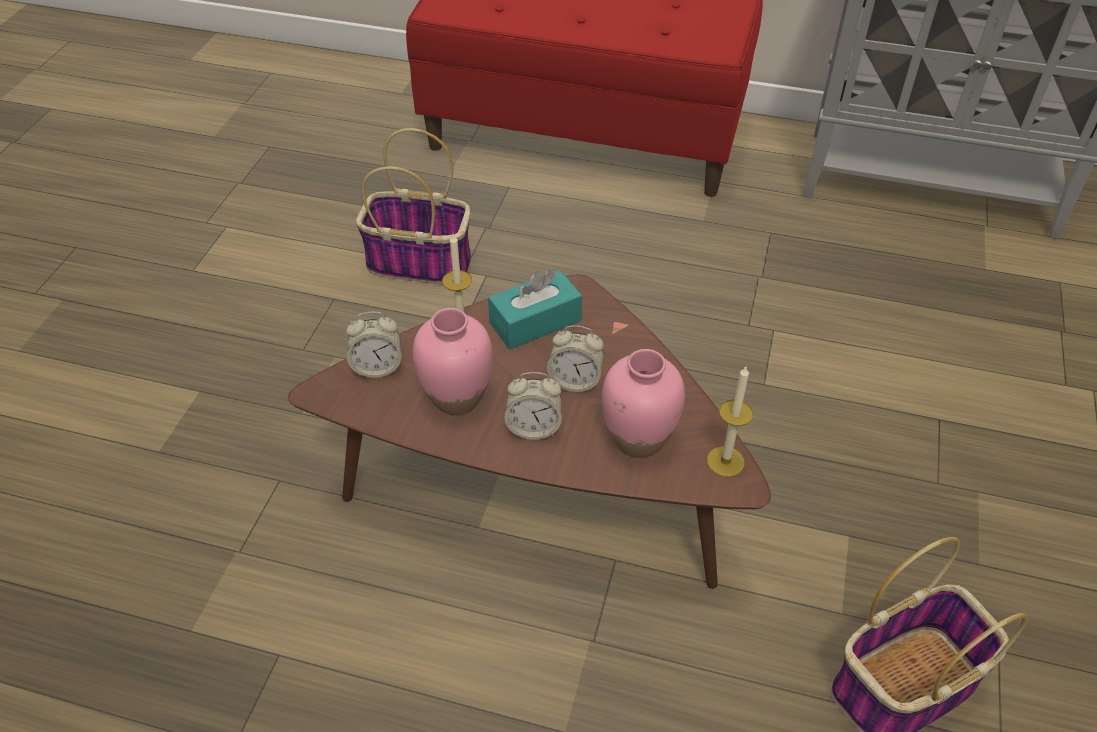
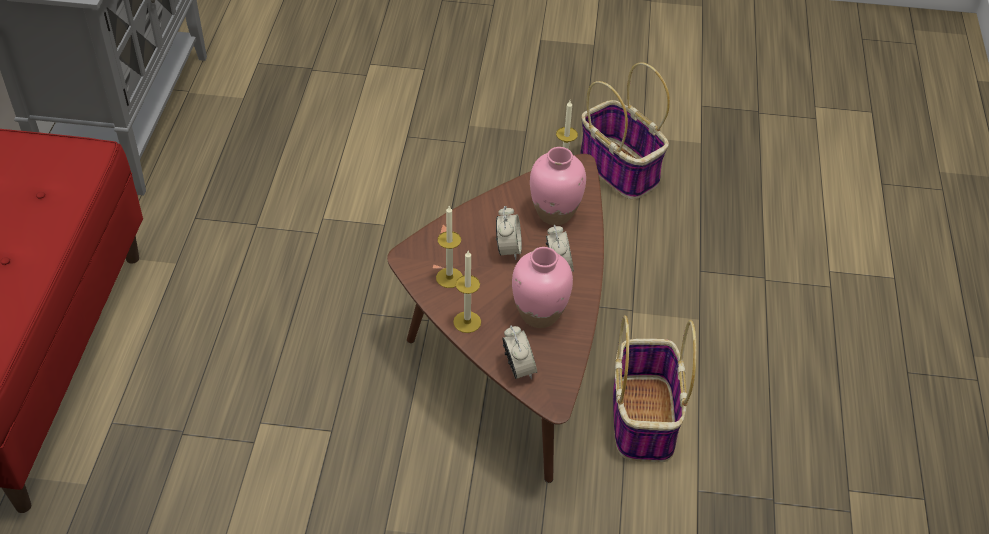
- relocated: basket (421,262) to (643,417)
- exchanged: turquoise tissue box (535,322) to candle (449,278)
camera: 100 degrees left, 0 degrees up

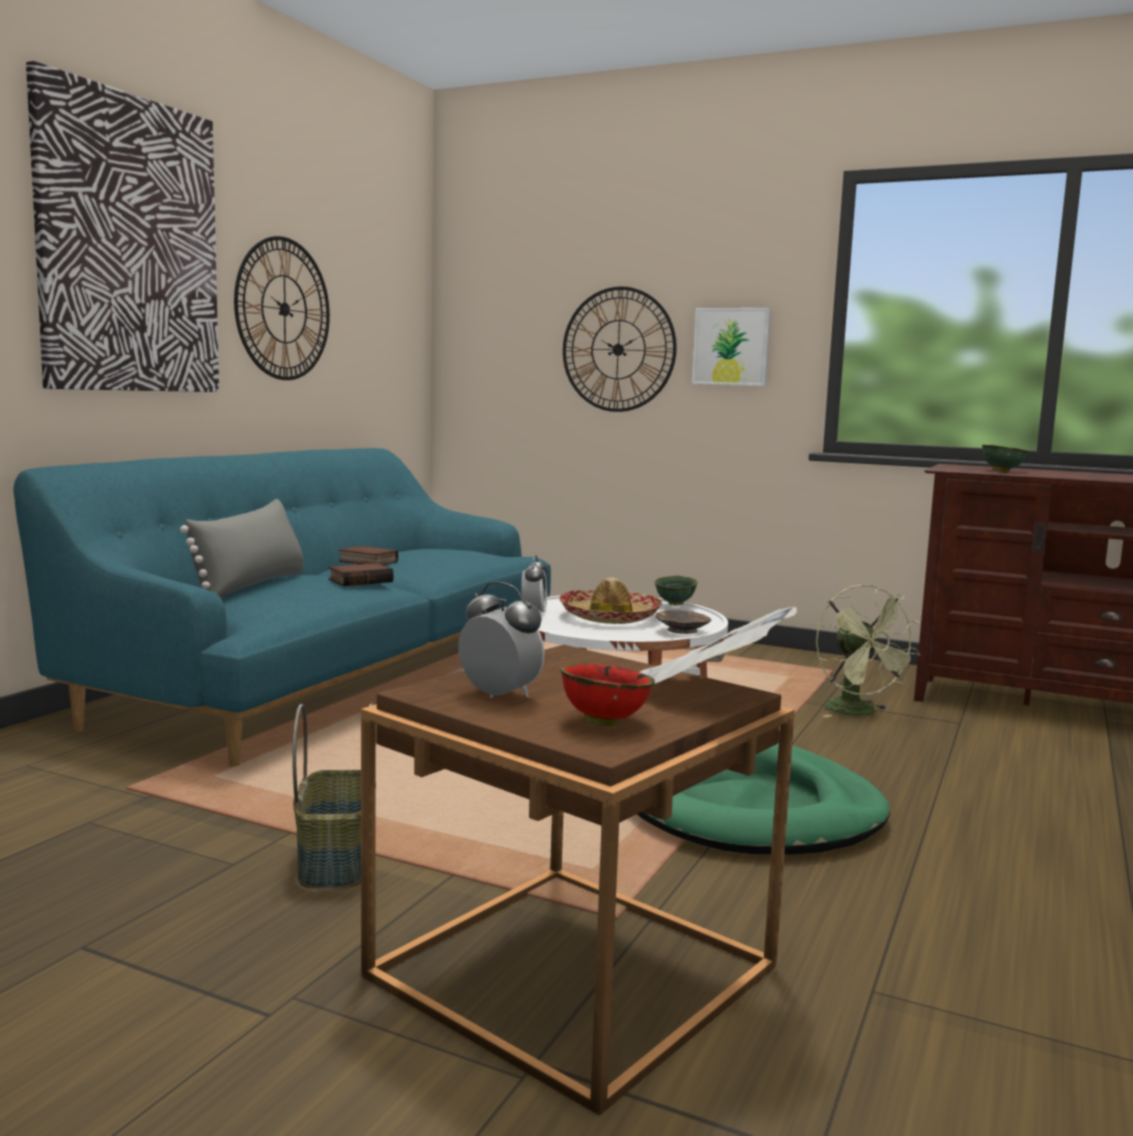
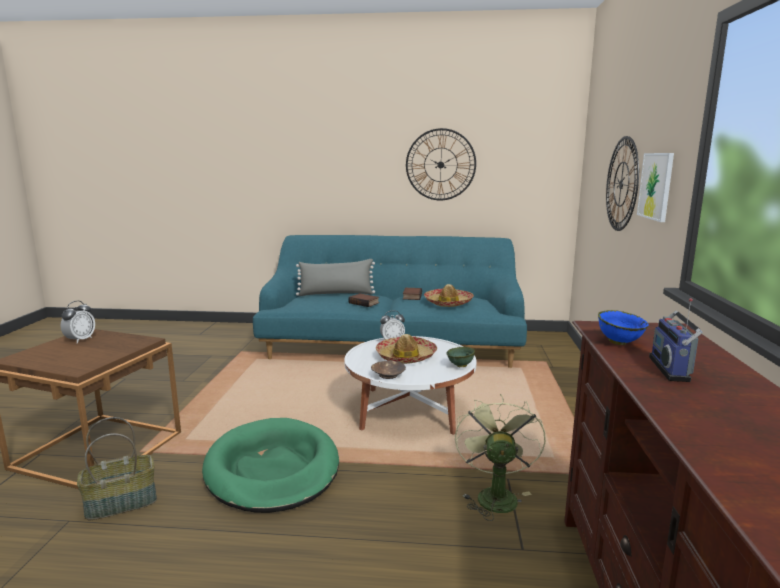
- missing: picture (129,245)
- relocated: basket (334,860) to (122,503)
- missing: red bowl (602,722)
- missing: newspaper (705,691)
- spun: green fan (858,713) = (494,495) 135 degrees clockwise
- colour: green bowl (1001,471) to blue bowl (619,342)
- appeared: hat (448,303)
- appeared: radio (672,369)
camera: 70 degrees right, 5 degrees up

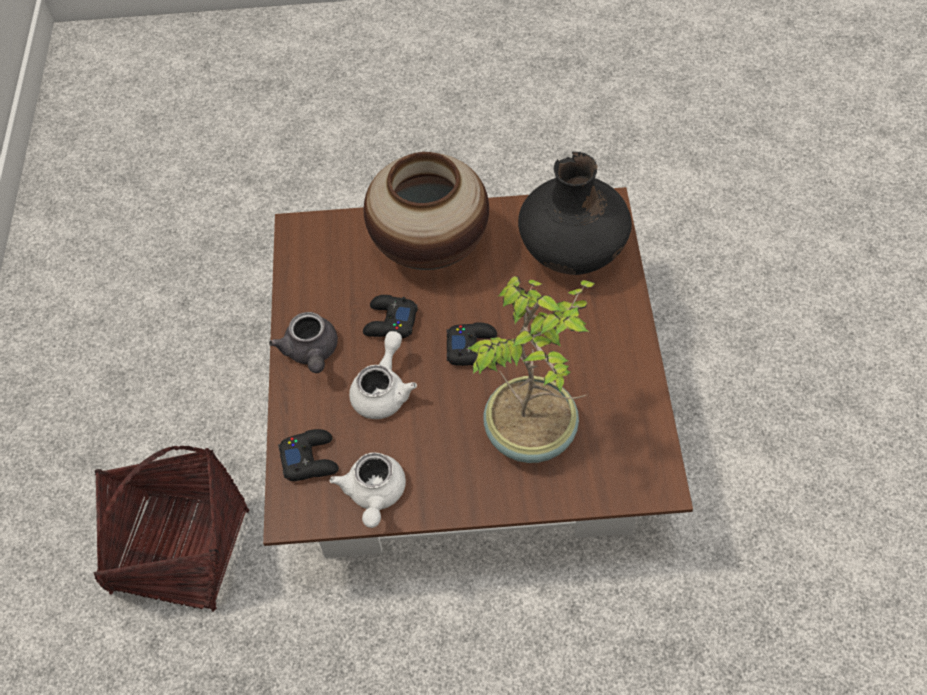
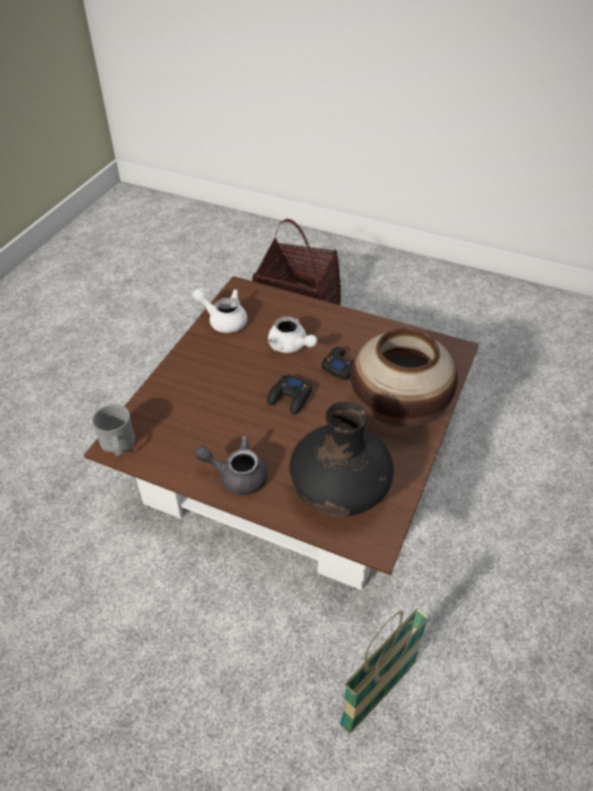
- relocated: grey teapot (311,353) to (236,476)
- missing: black game controller (310,459)
- missing: potted plant (532,434)
- appeared: grey mug (118,445)
- appeared: basket (377,695)
camera: 115 degrees right, 10 degrees down

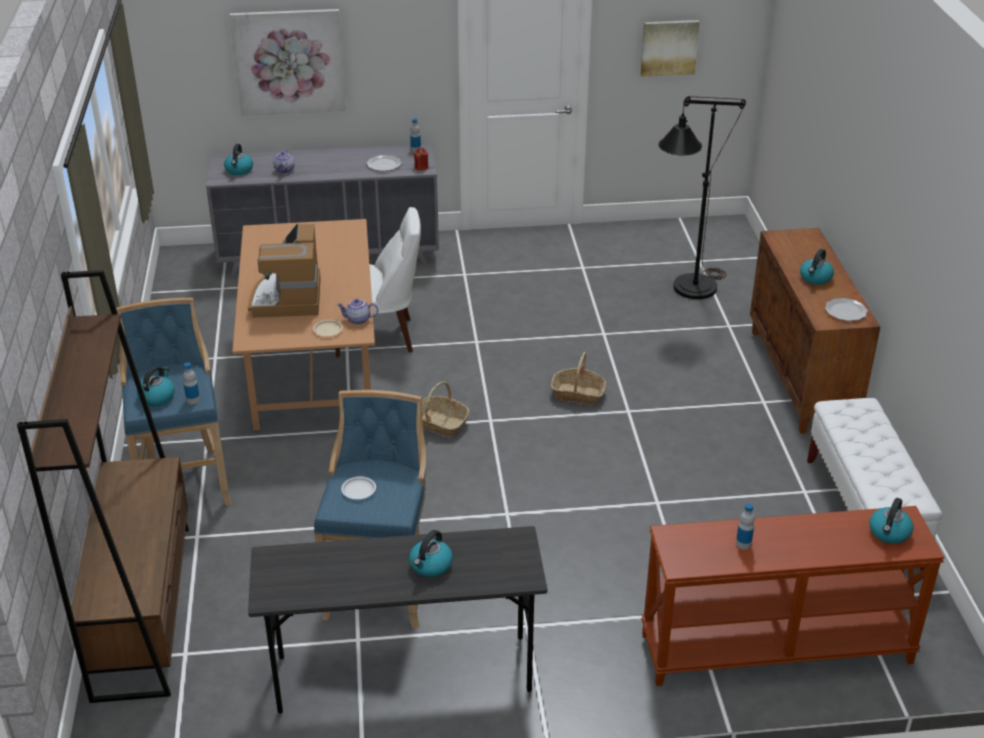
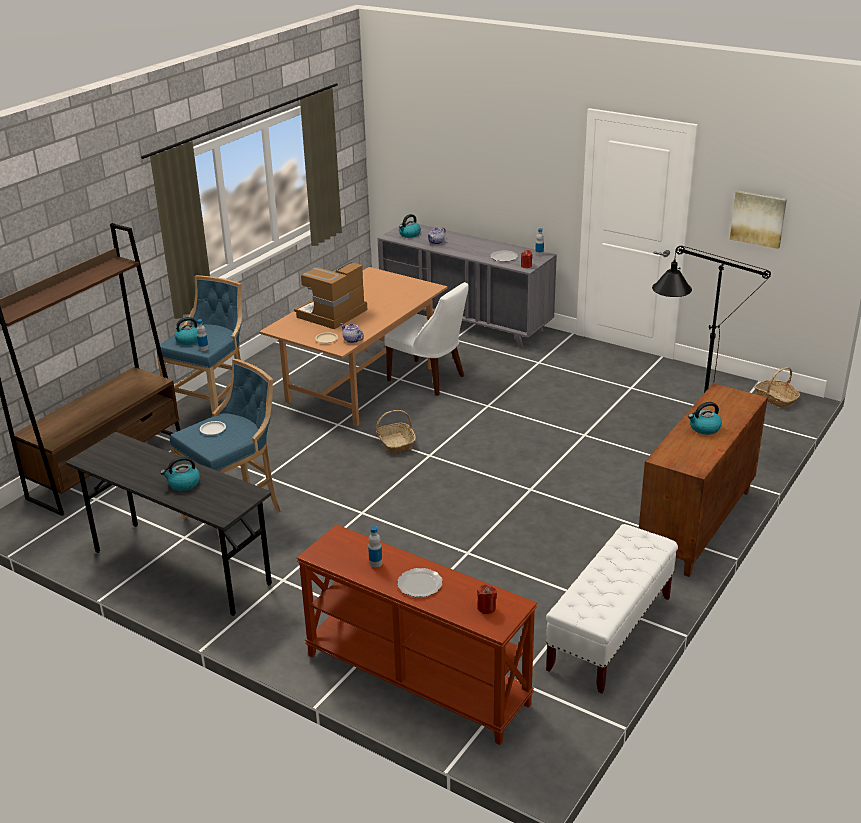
- missing: picture (289,62)
- relocated: basket (578,394) to (775,399)
- relocated: plate (846,311) to (420,584)
- exchanged: kettle (889,533) to red candle (486,608)
camera: 40 degrees right, 5 degrees down

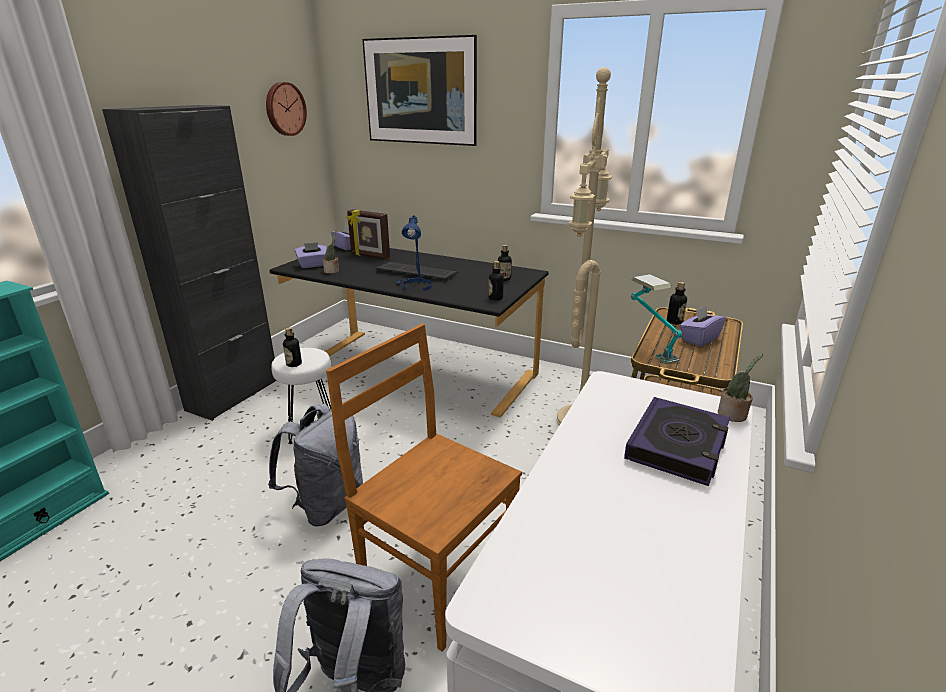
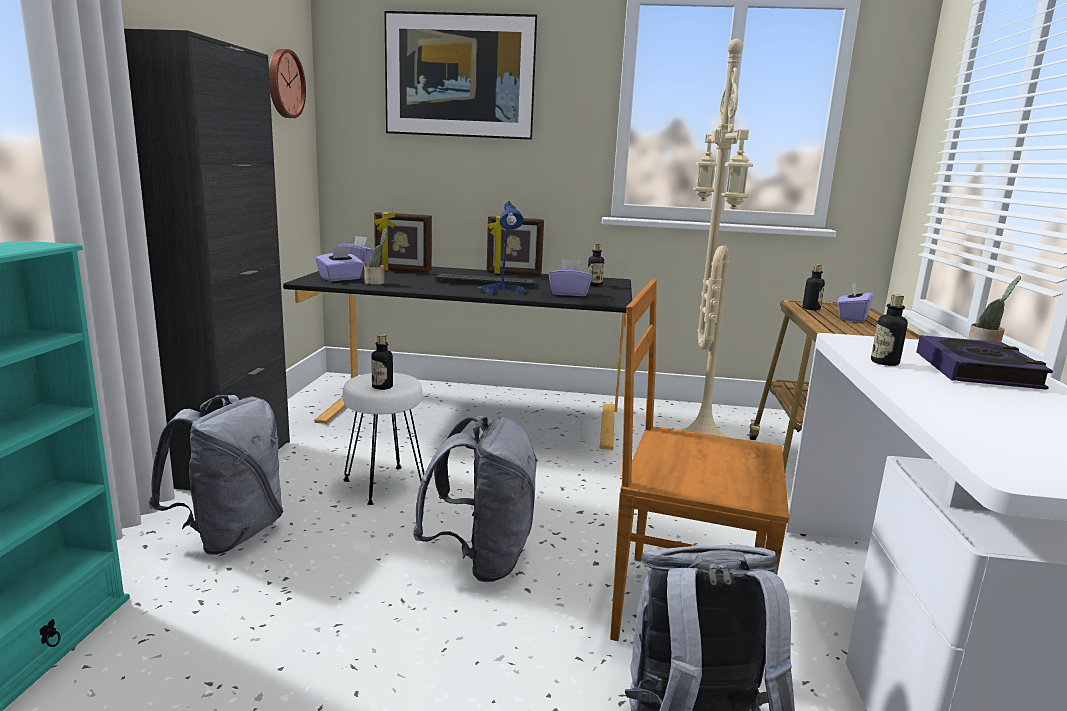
- relocated: bottle (495,298) to (884,362)
- missing: table lamp (649,349)
- appeared: grey backpack (230,535)
- appeared: picture frame (513,274)
- appeared: purple tissue box (569,293)
camera: 20 degrees left, 10 degrees down

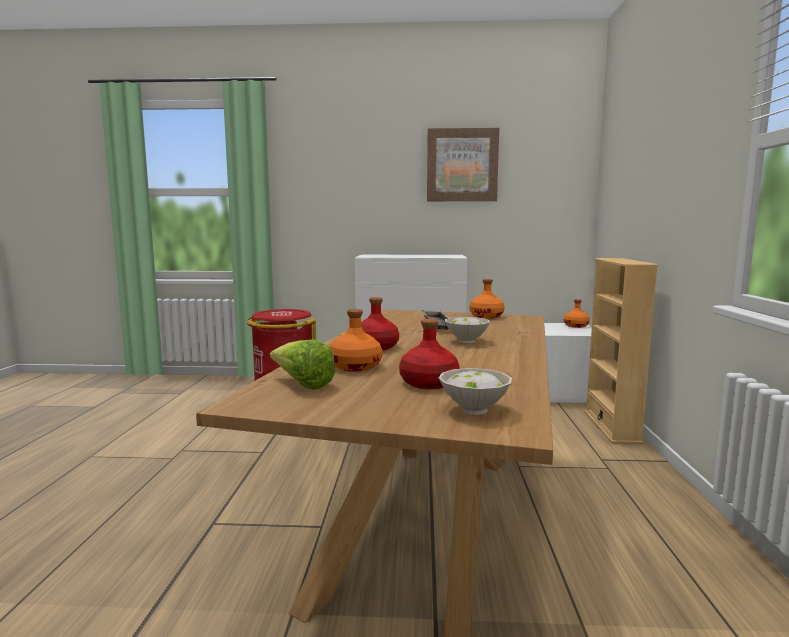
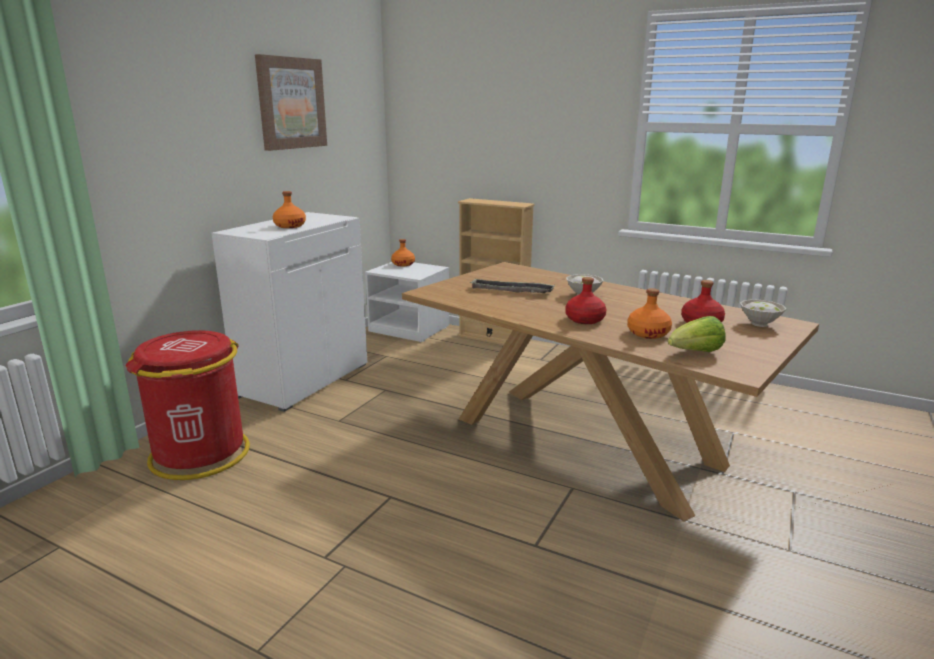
- relocated: orange bottle (486,316) to (289,226)
camera: 65 degrees left, 10 degrees up

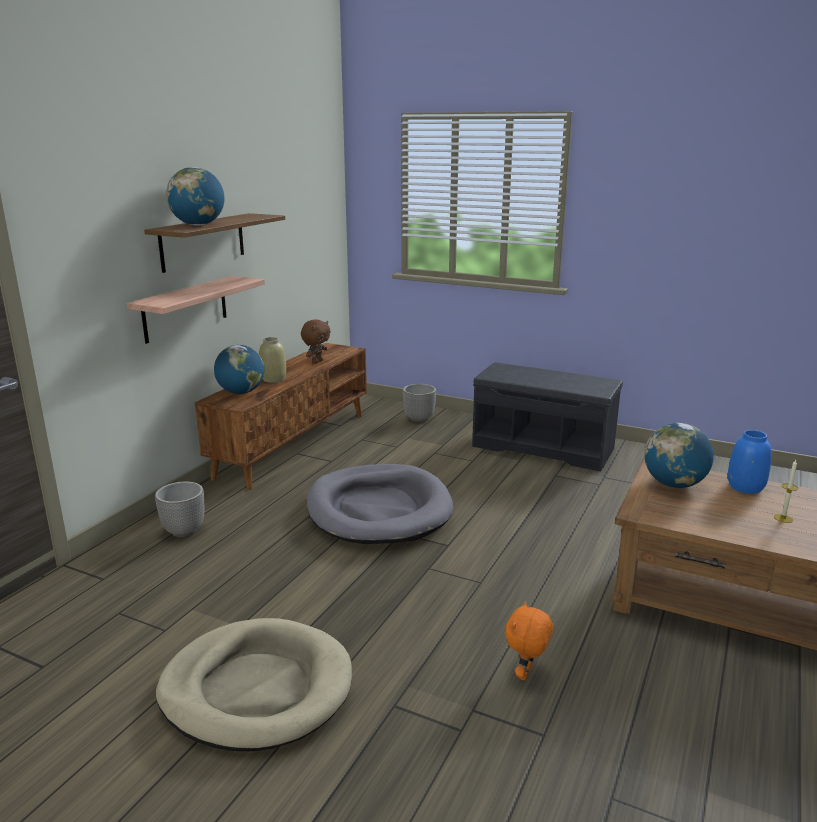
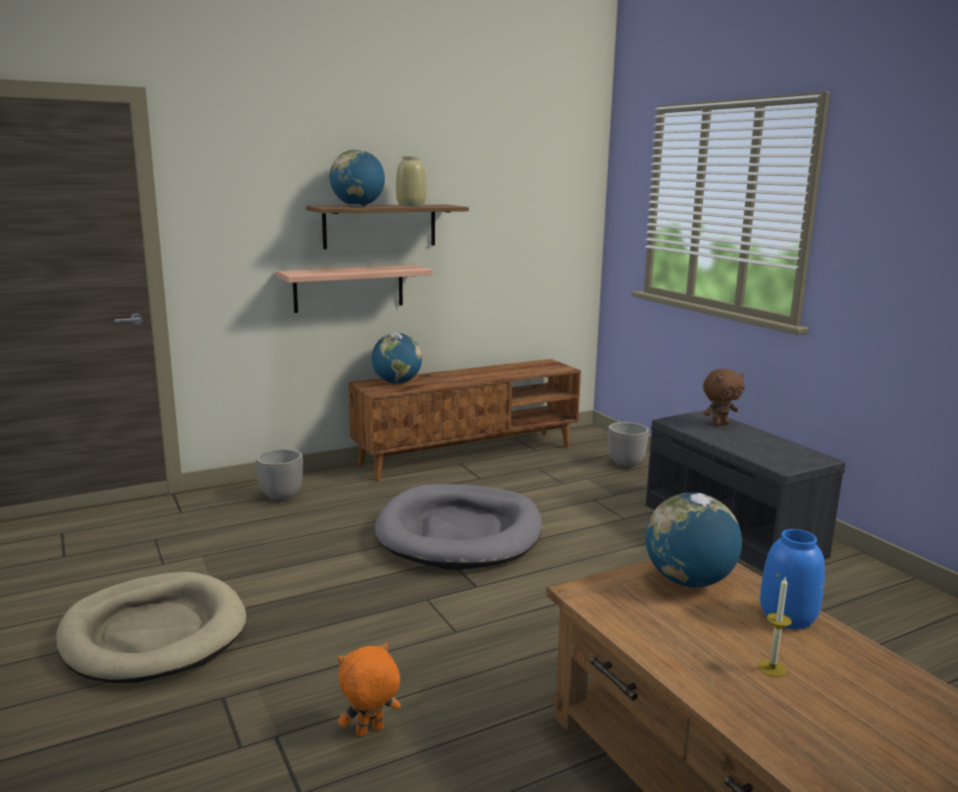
- relocated: beige vase (273,379) to (411,205)
- relocated: brown plush toy (317,362) to (719,424)
camera: 35 degrees right, 5 degrees down

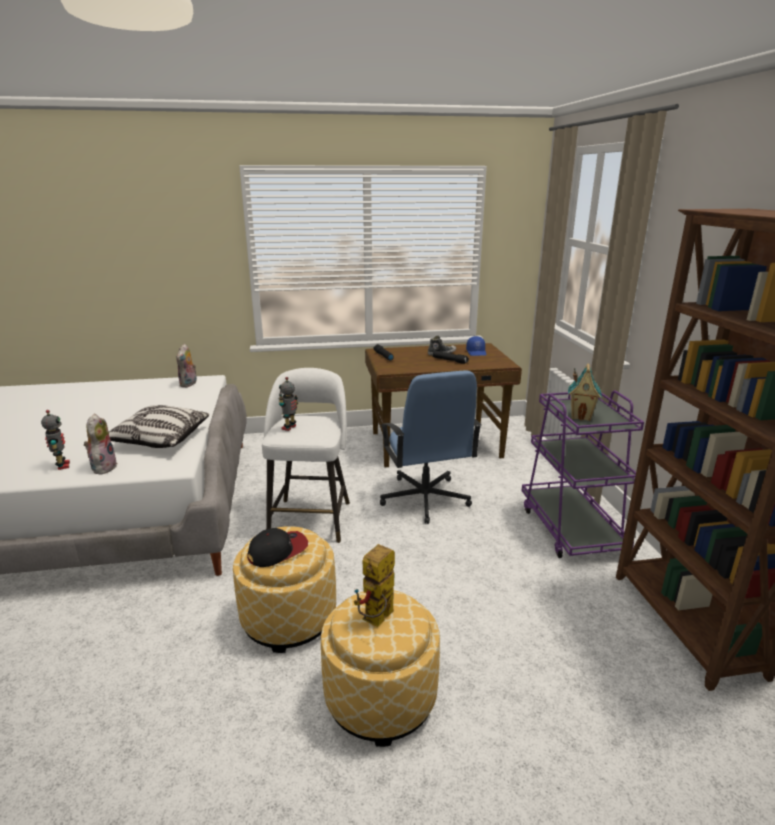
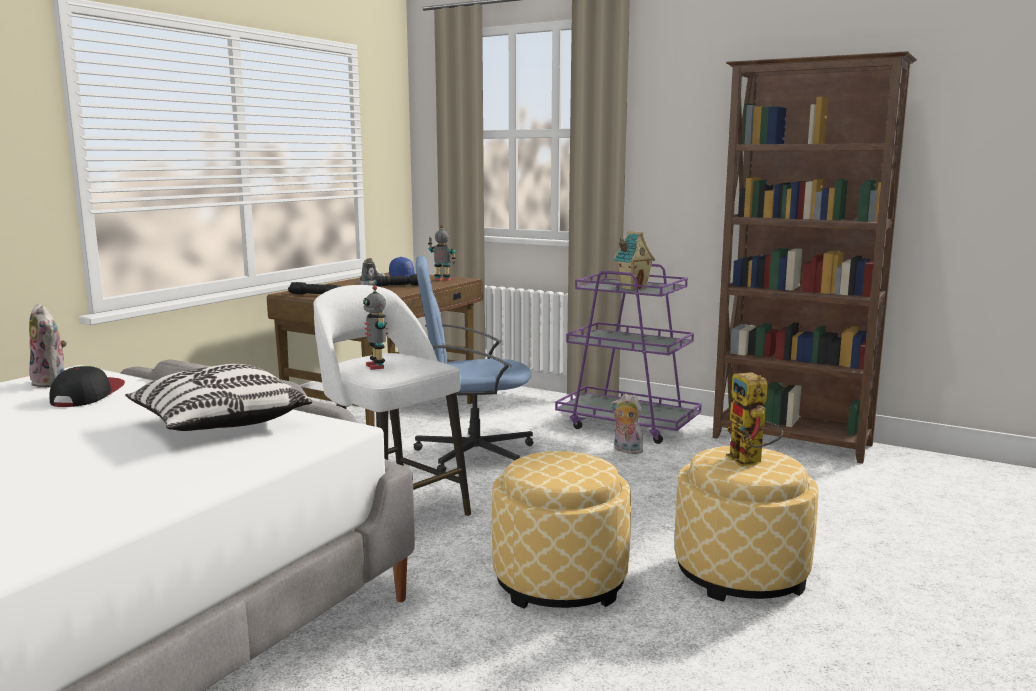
- relocated: toy robot (62,466) to (442,280)
- relocated: plush toy (103,467) to (626,450)
- relocated: cap (278,551) to (87,395)
- spun: blue office chair (424,499) = (472,453) 150 degrees clockwise
camera: 50 degrees left, 10 degrees down

